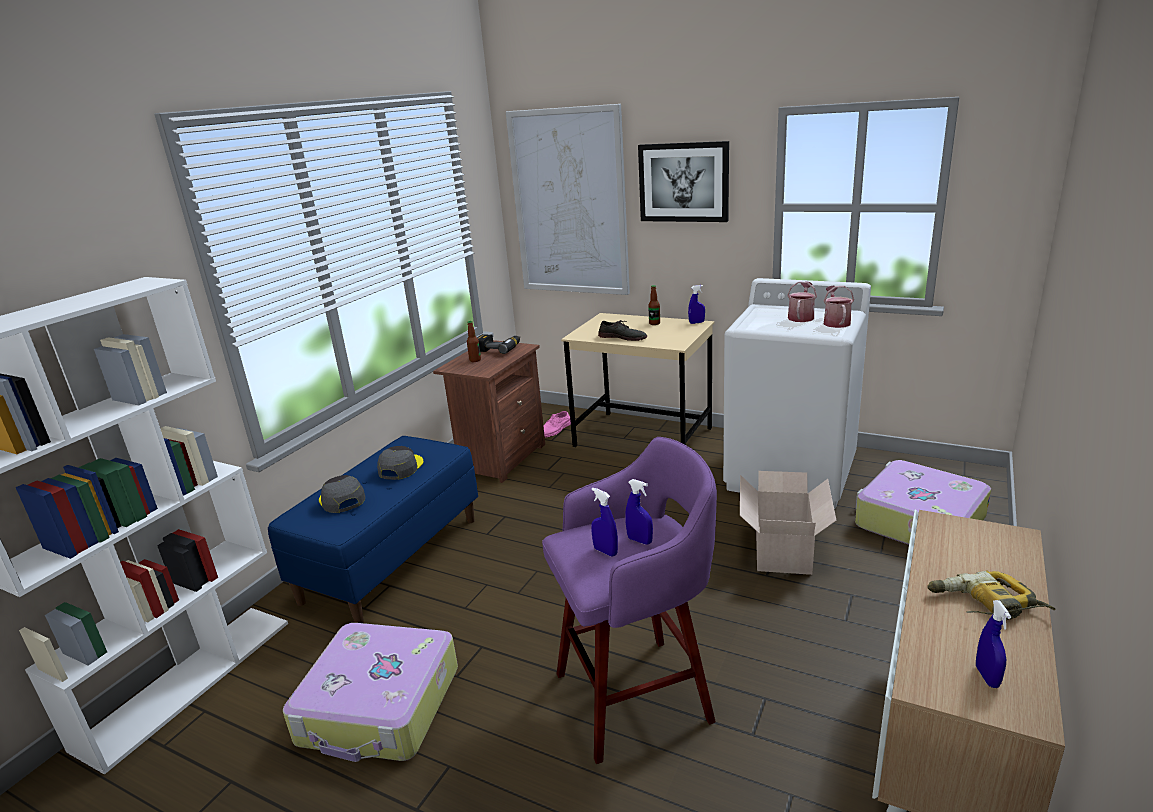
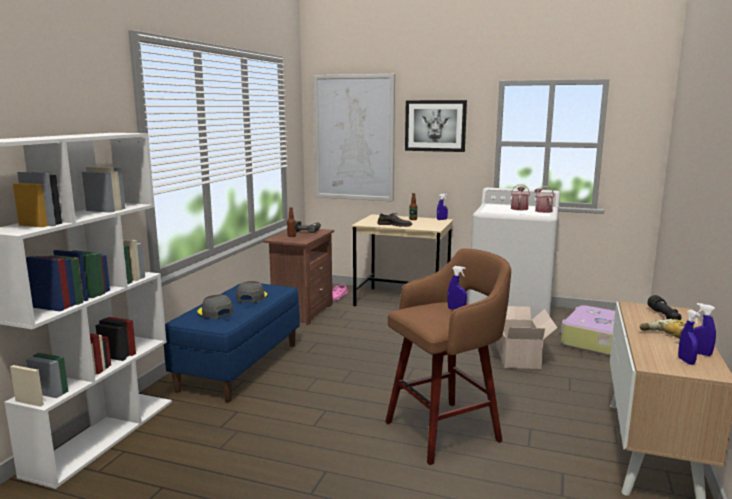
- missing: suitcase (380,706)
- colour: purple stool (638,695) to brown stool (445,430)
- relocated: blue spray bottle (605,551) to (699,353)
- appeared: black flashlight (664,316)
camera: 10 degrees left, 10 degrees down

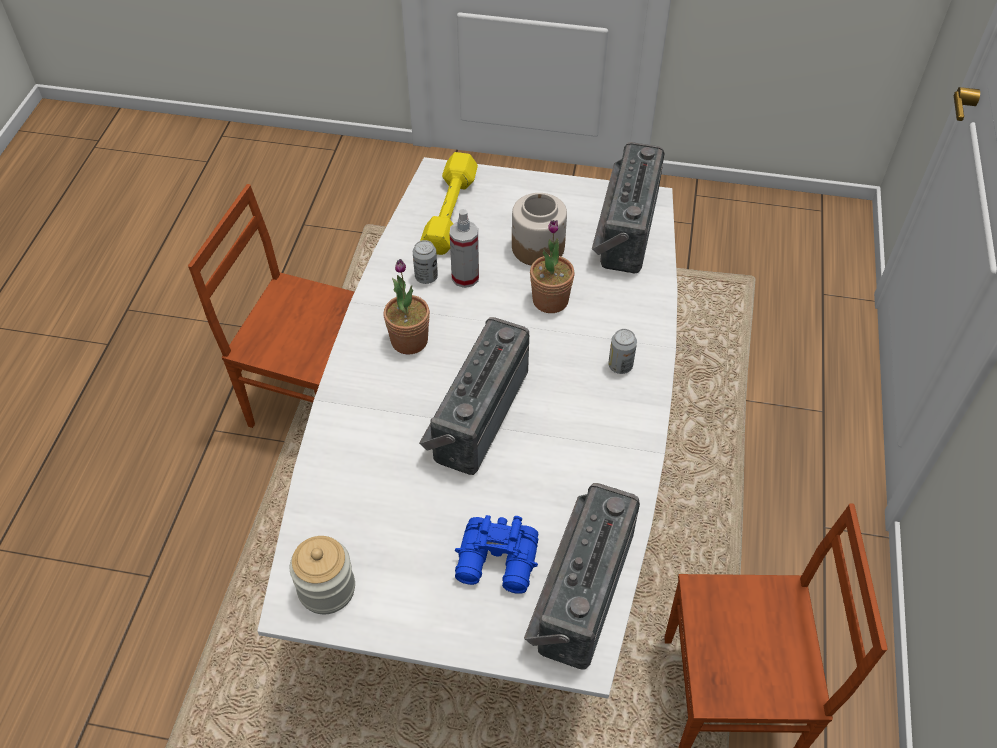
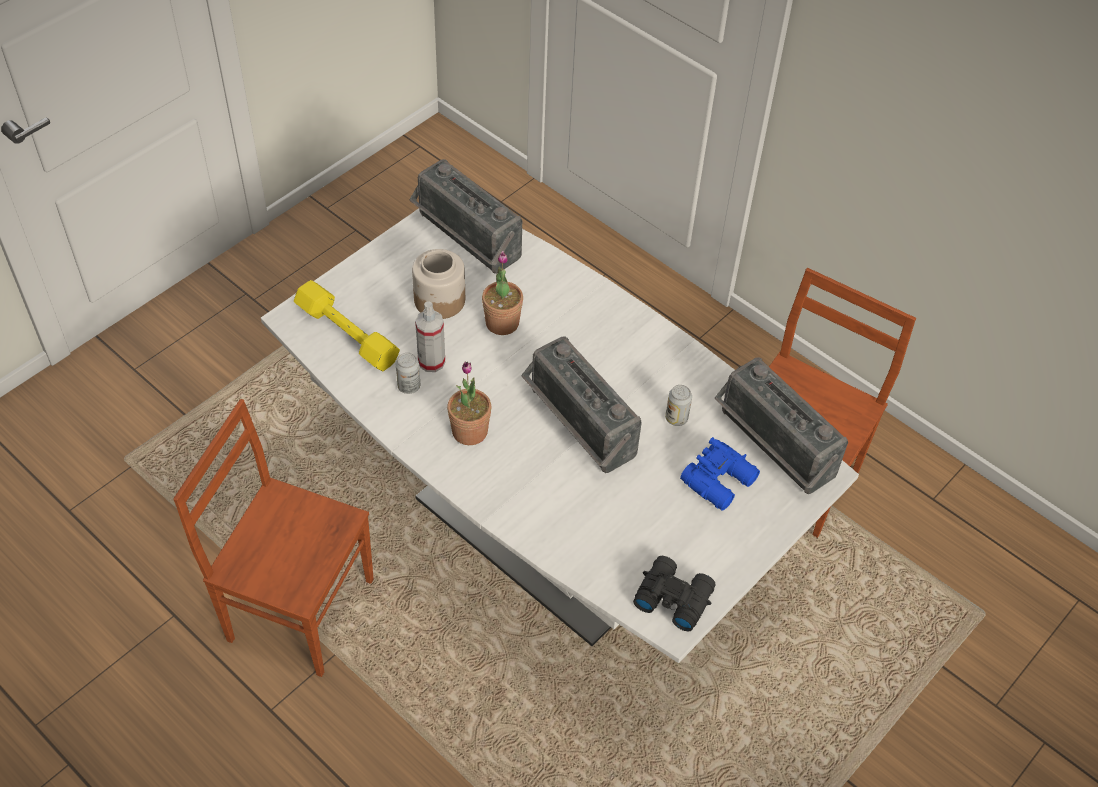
- spun: brown chair (312,396) = (300,607) 60 degrees clockwise
- exchanged: jar (326,589) to black binoculars (672,597)
- relocated: can (620,366) to (676,418)
camera: 60 degrees left, 0 degrees up

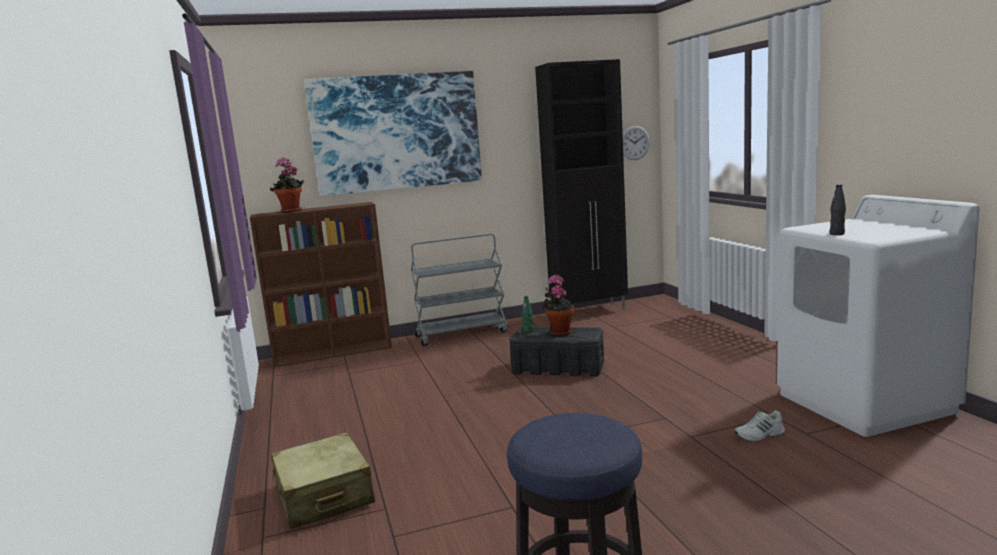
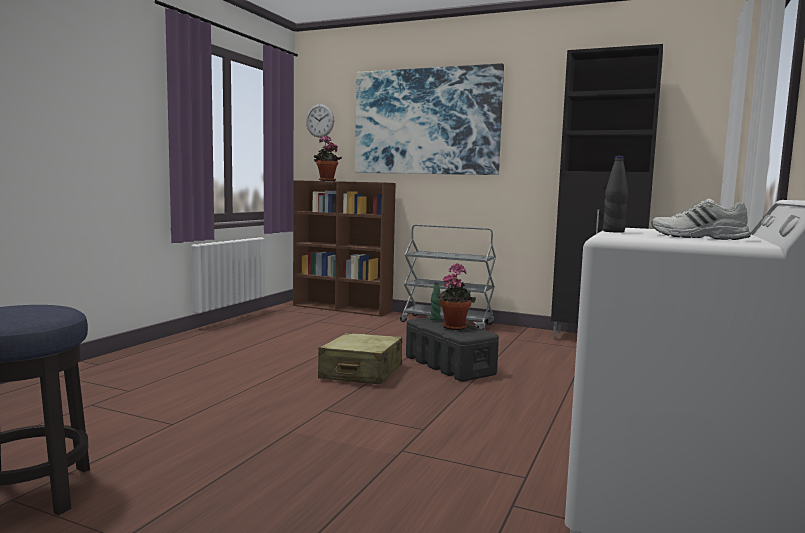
- relocated: beige suitcase (324,496) to (361,372)
- relocated: wall clock (634,142) to (320,120)
- relocated: white shoe (760,435) to (698,237)
camera: 40 degrees right, 5 degrees down

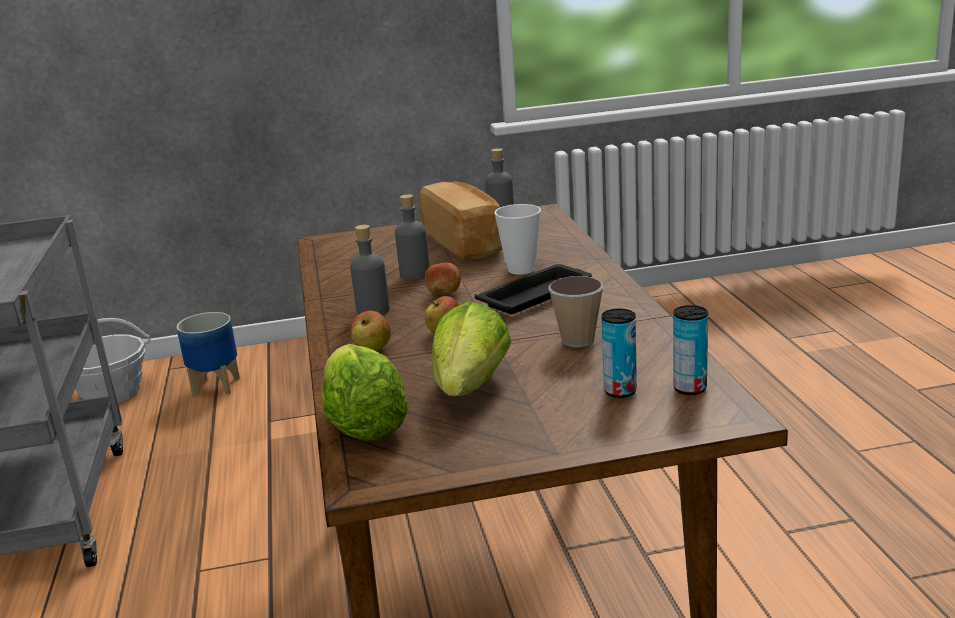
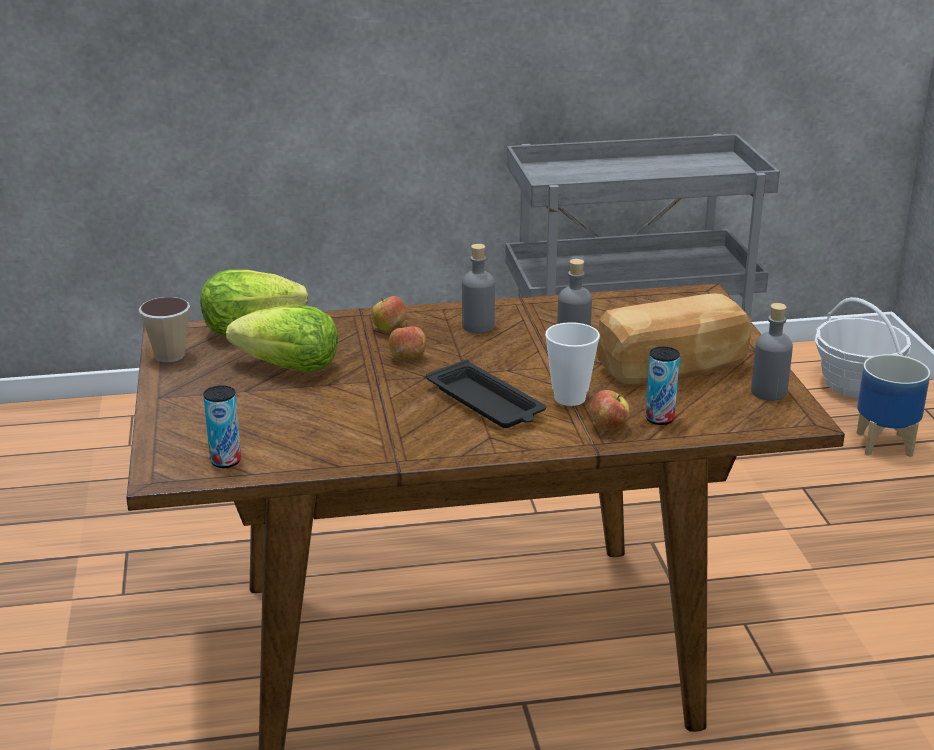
- relocated: apple (444,294) to (608,427)
- relocated: cup (578,340) to (169,355)
- relocated: can (620,391) to (659,419)
camera: 90 degrees right, 5 degrees up

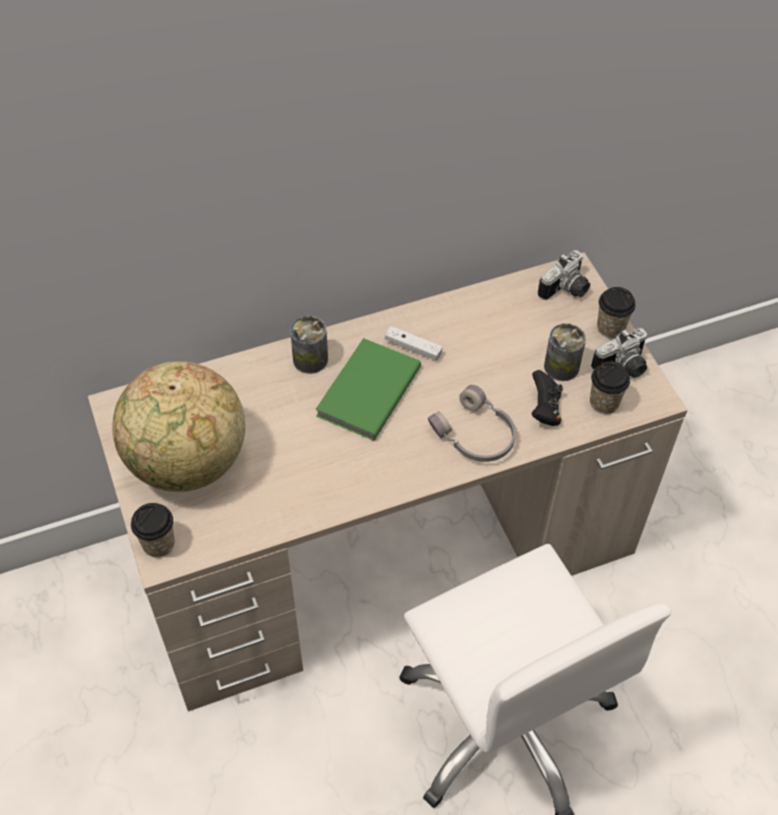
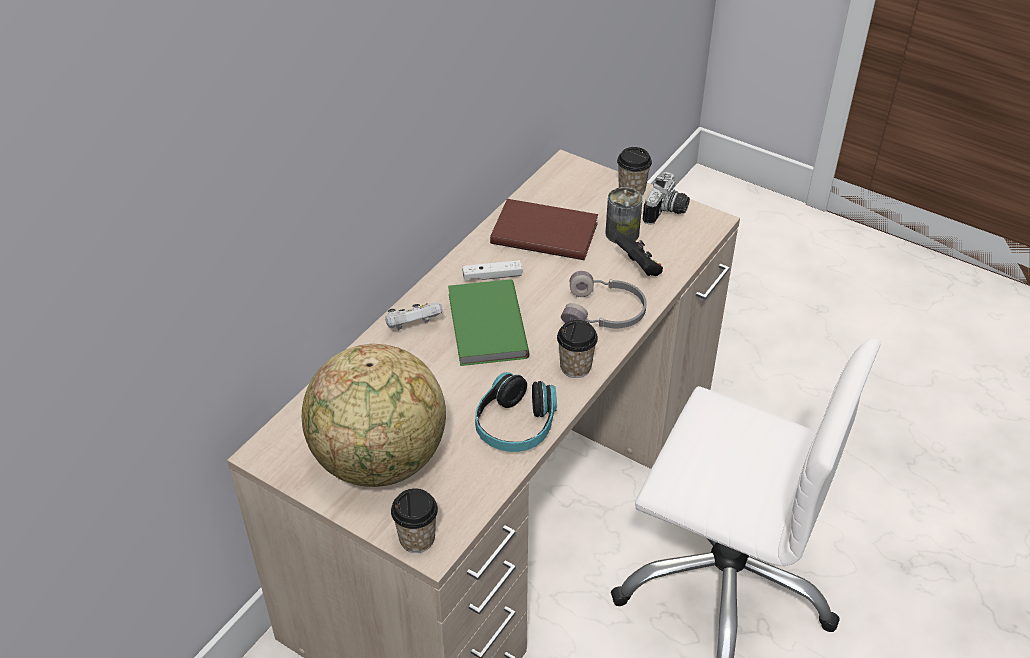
- exchanged: can (310,359) to white game controller (413,327)
- missing: photo camera (566,290)
- relocated: cup (604,402) to (575,367)
- appeared: headphones (515,425)
- appeared: brown book (543,231)
camera: 35 degrees left, 10 degrees down

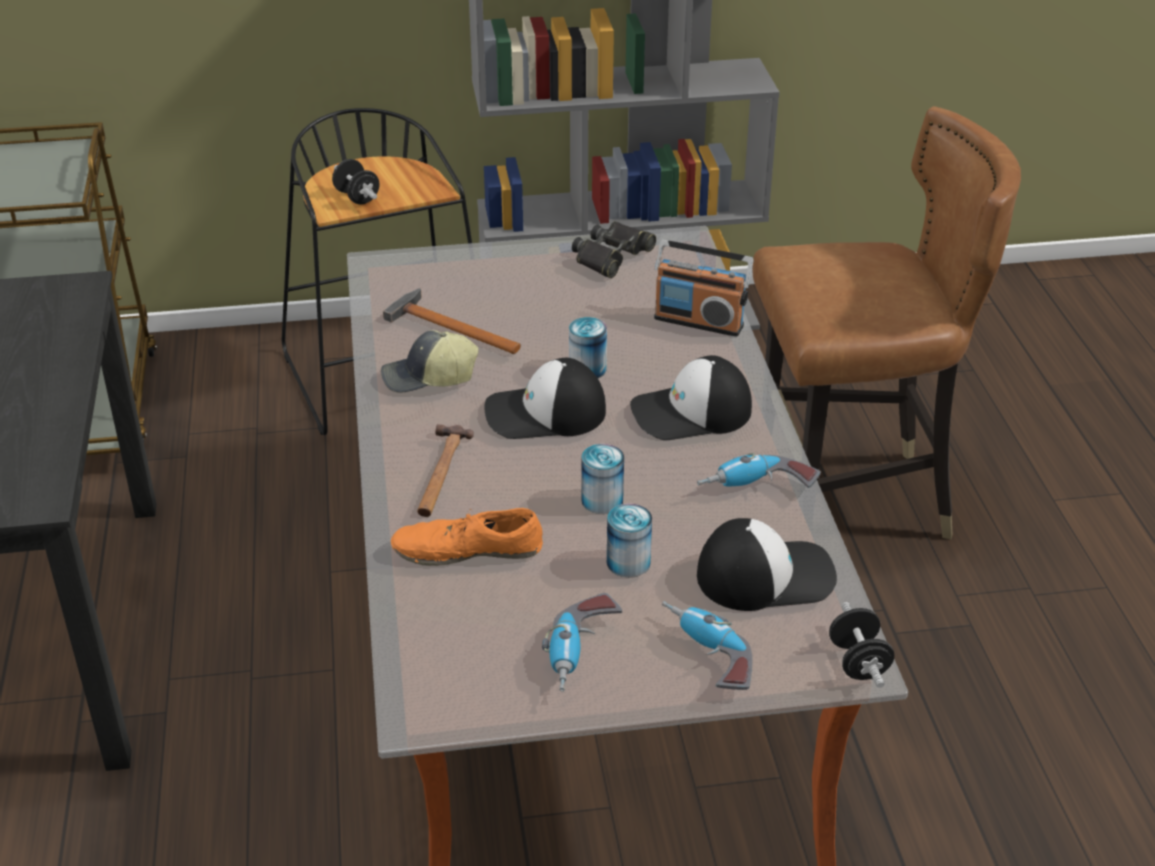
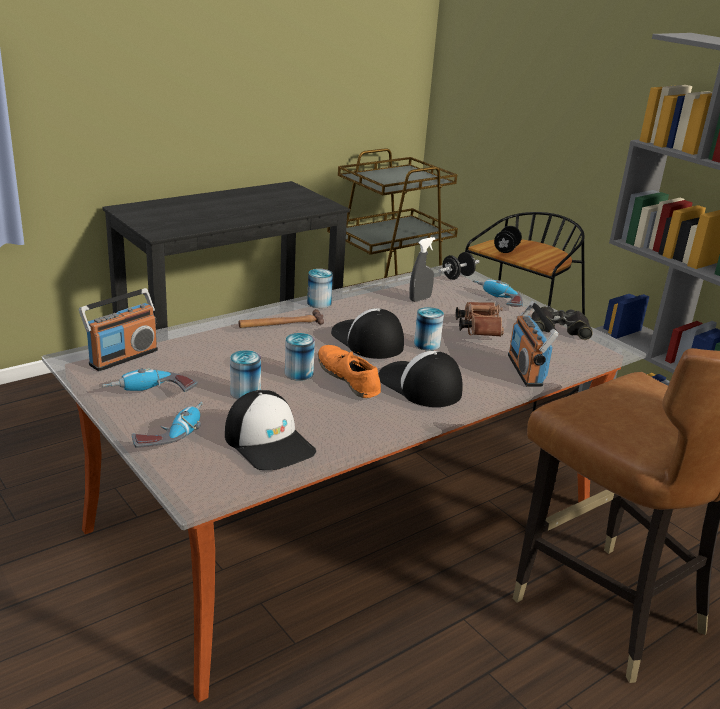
- missing: cap (429,378)
- exchanged: hammer (450,327) to grey spray bottle (420,299)
- relocated: orange shoe (467,549) to (348,377)
- relocated: power drill (757,489) to (496,300)
- relocated: black dumbbell (858,662) to (457,277)
- appeared: radio (123,357)
- appeared: can (319,303)
- appeared: brown binoculars (478,328)
camera: 60 degrees right, 10 degrees down

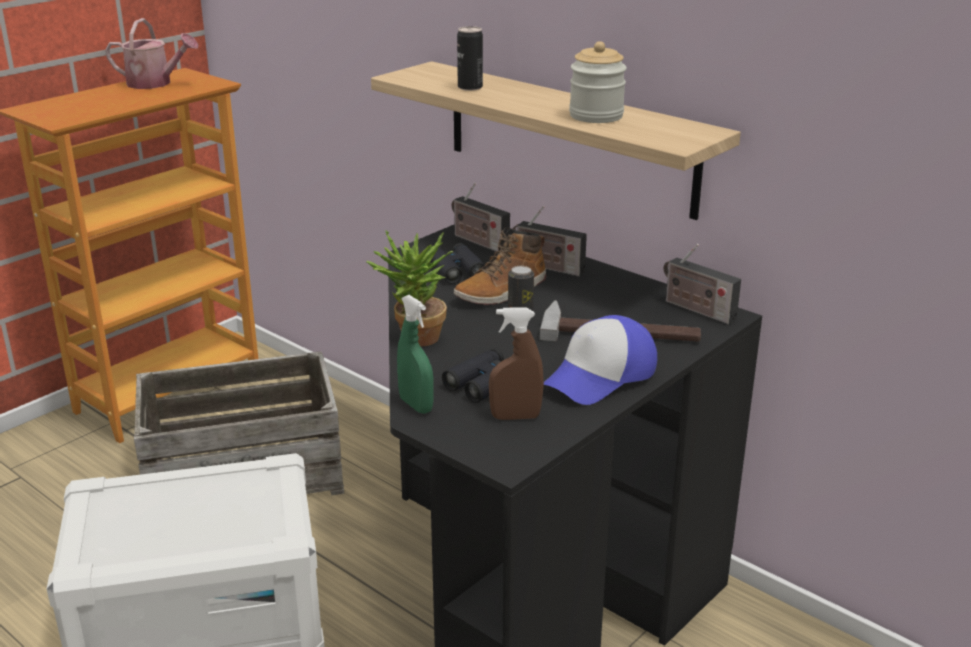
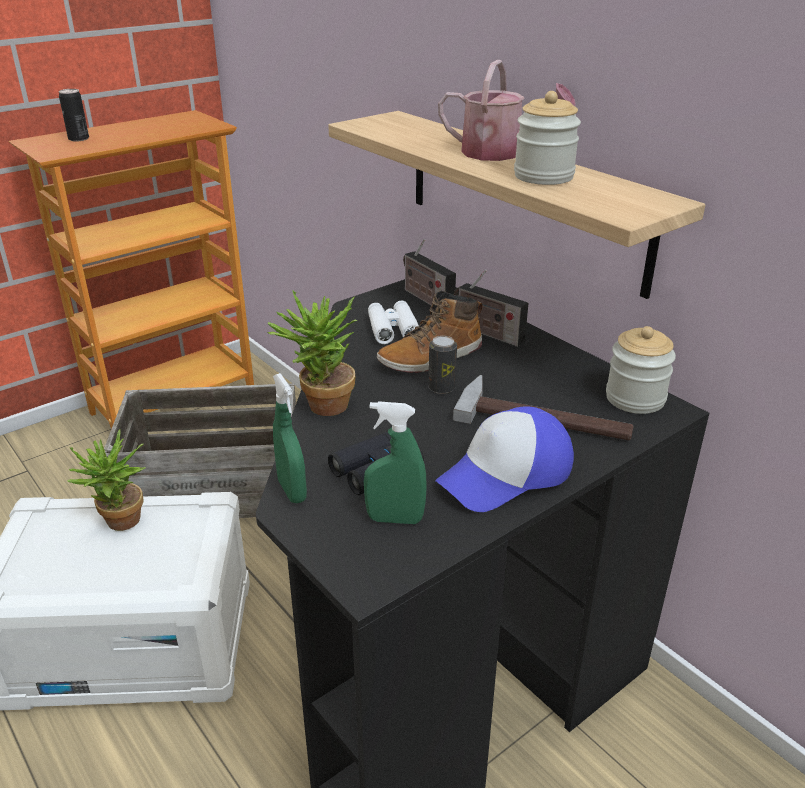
- relocated: watering can (155,83) to (500,153)
- colour: black binoculars (456,270) to white binoculars (393,329)
- relocated: can (470,87) to (78,139)
- colour: brown spray bottle (515,417) to green spray bottle (395,519)
- exchanged: radio (696,310) to jar (635,398)
- appeared: potted plant (120,525)
camera: 10 degrees right, 5 degrees up

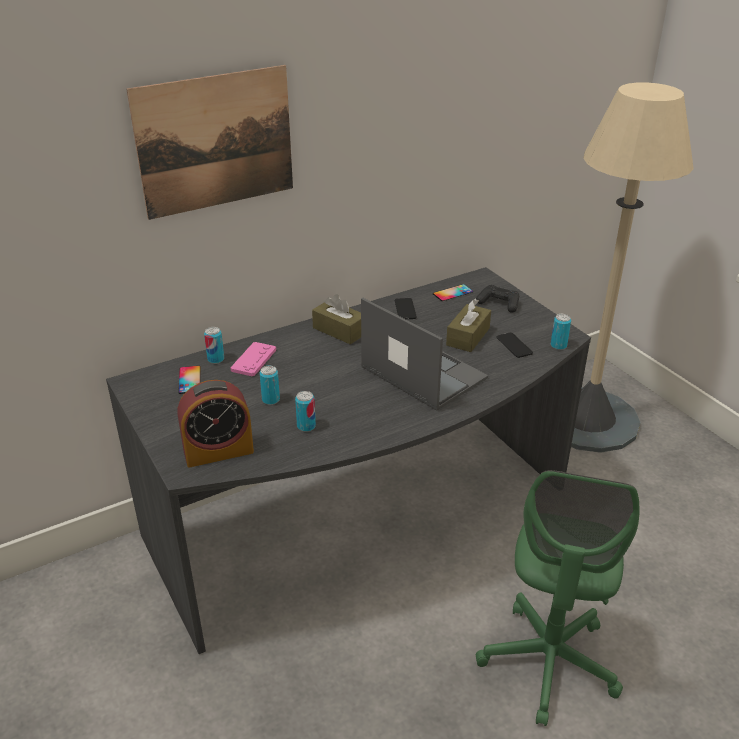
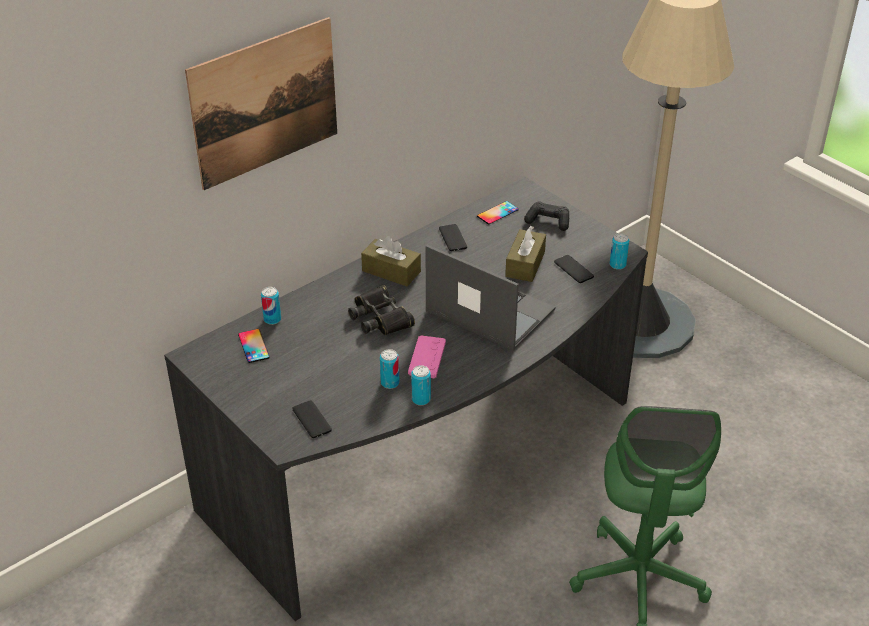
- exchanged: alarm clock (218,451) to phone (312,420)
- relocated: pink game controller (253,360) to (427,358)
- relocated: can (271,400) to (421,399)
- appeared: black binoculars (380,317)
camera: 10 degrees left, 5 degrees up

